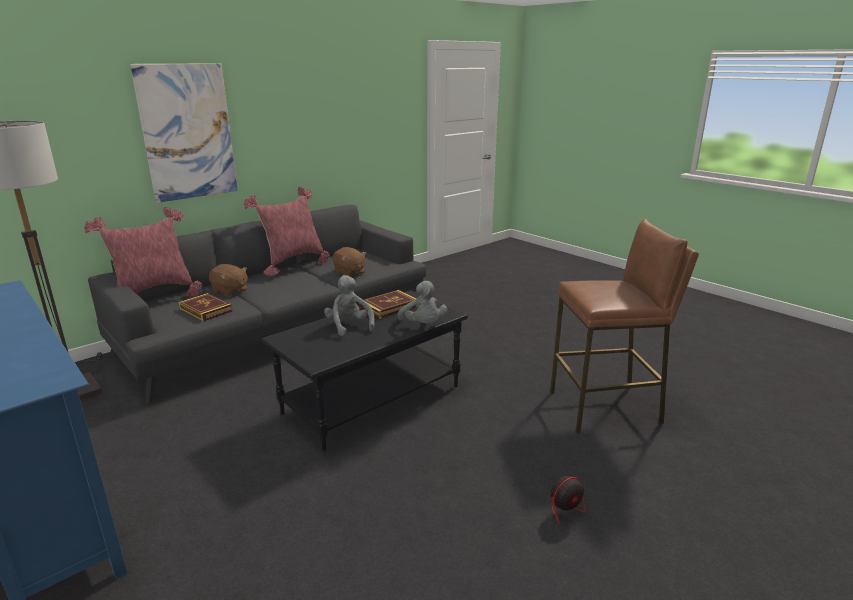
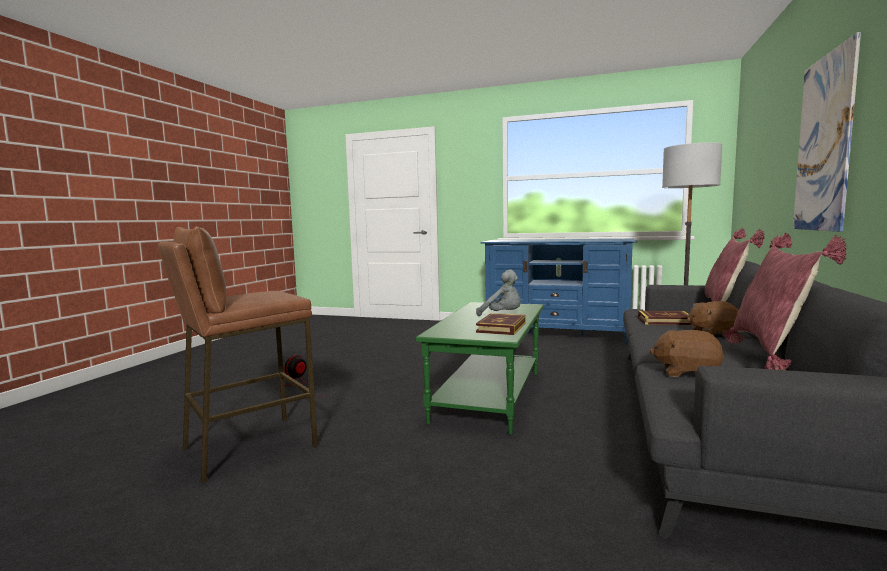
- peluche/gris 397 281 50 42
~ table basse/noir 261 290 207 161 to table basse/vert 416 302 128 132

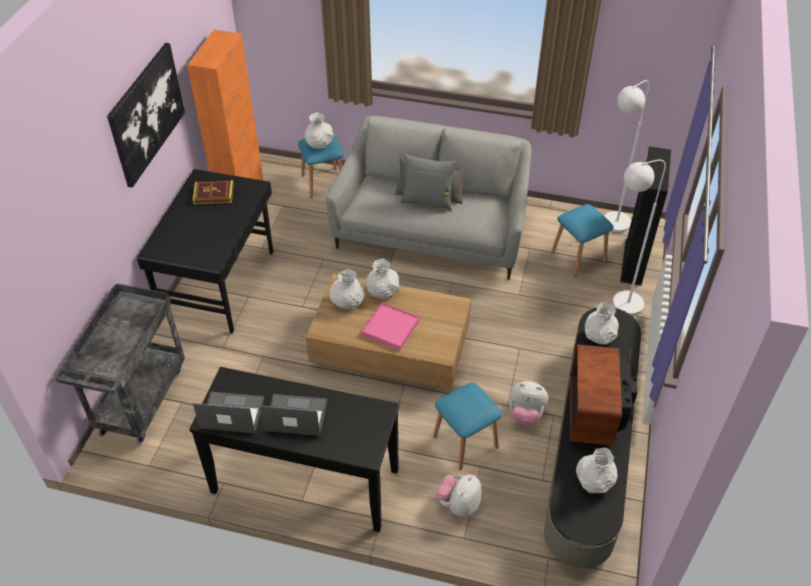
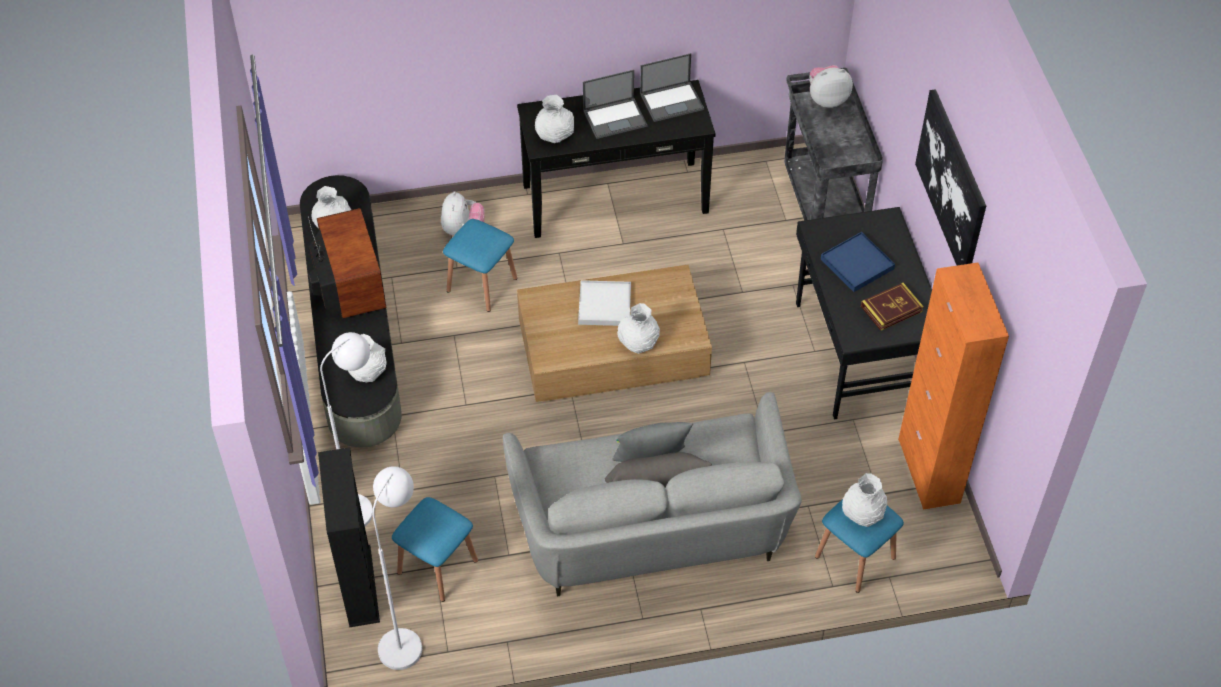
+ plateau/bleu 821 232 74 60
~ vase/blanc 330 269 35 40 to 535 95 39 48
~ peluche 509 381 39 44 to 809 65 44 43
~ plateau/rose 362 303 57 47 to plateau/blanc 578 280 53 46

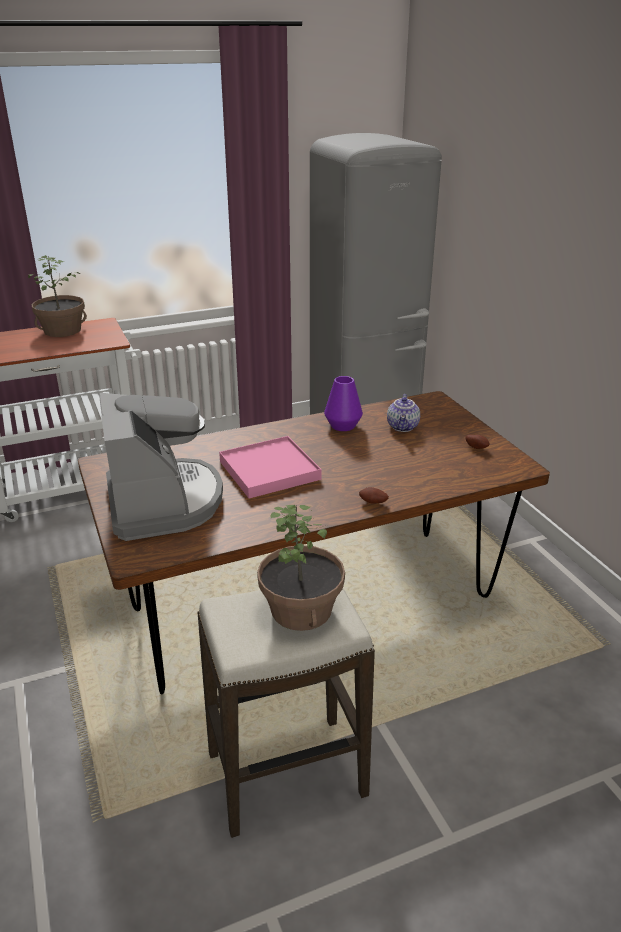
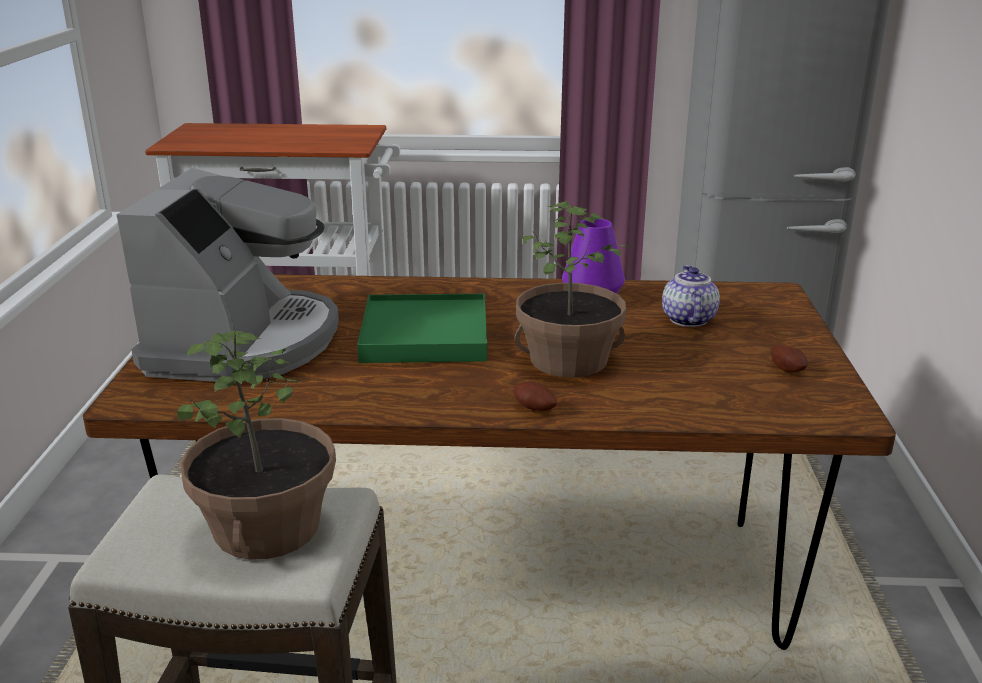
~ plante en pot 28 255 59 82 to 514 201 118 177
~ plateau/rose 219 436 102 63 to plateau/vert 357 294 130 69
~ théière 387 394 33 38 = 662 265 58 62 150 degrees clockwise

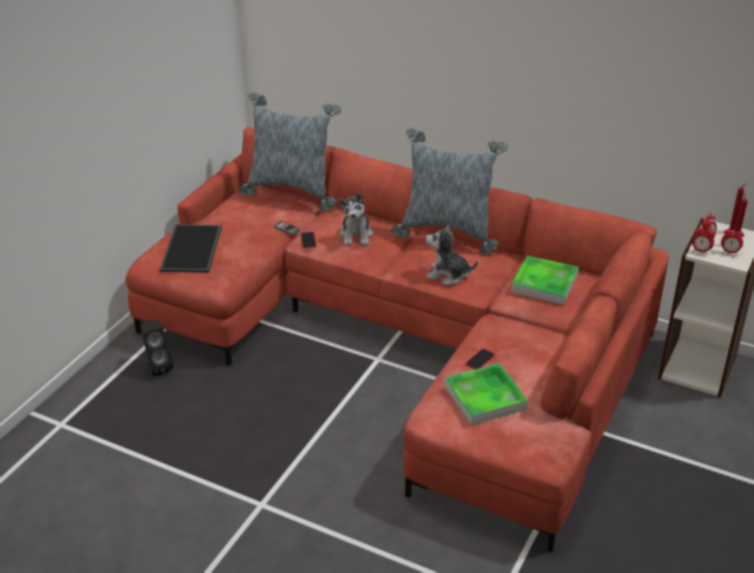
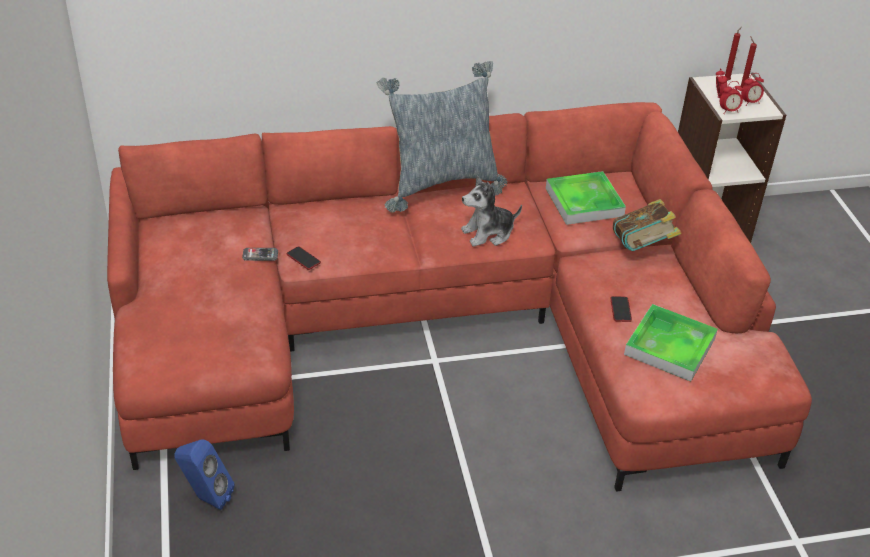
- plateau 160 224 62 49
- coussin 237 92 104 120
- peluche 338 192 35 54
+ livre 613 199 69 52
~ enceinte/noir 140 320 34 56 to enceinte/bleu 174 439 61 71

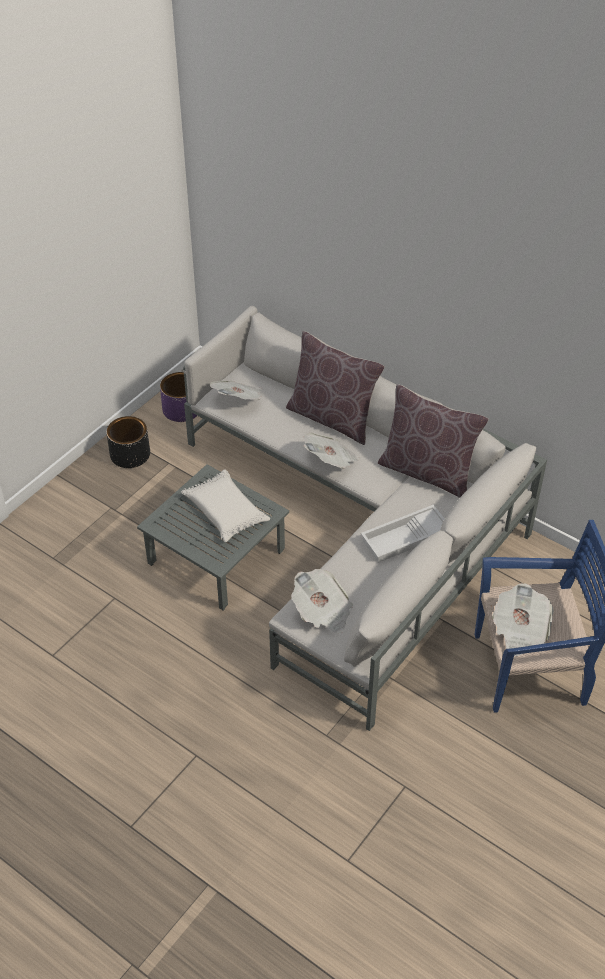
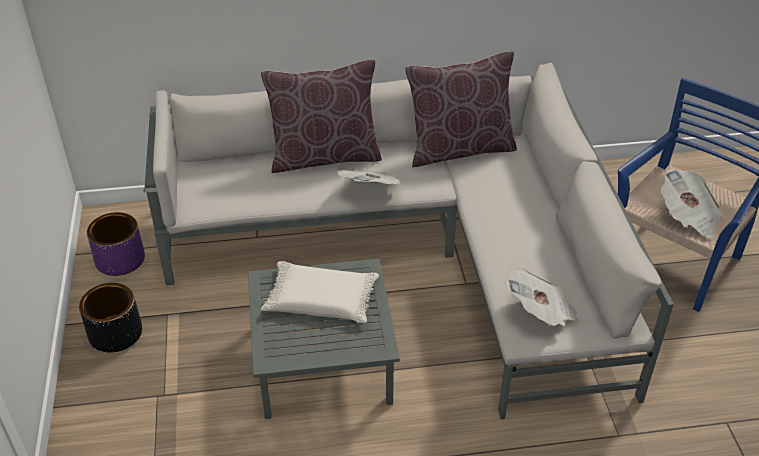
- journal 210 381 52 19
- plateau/blanc 361 505 83 58

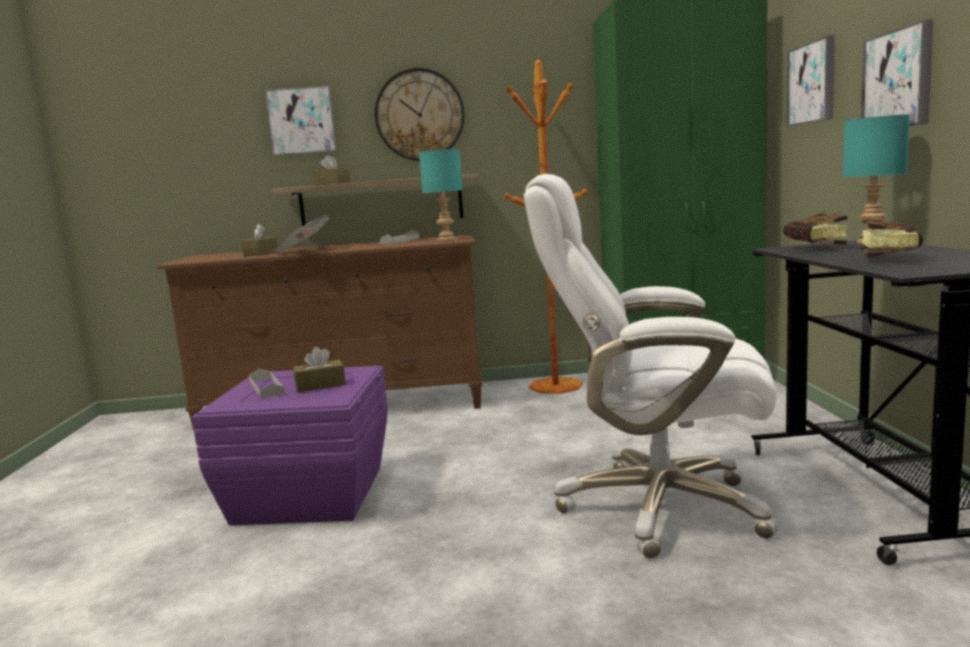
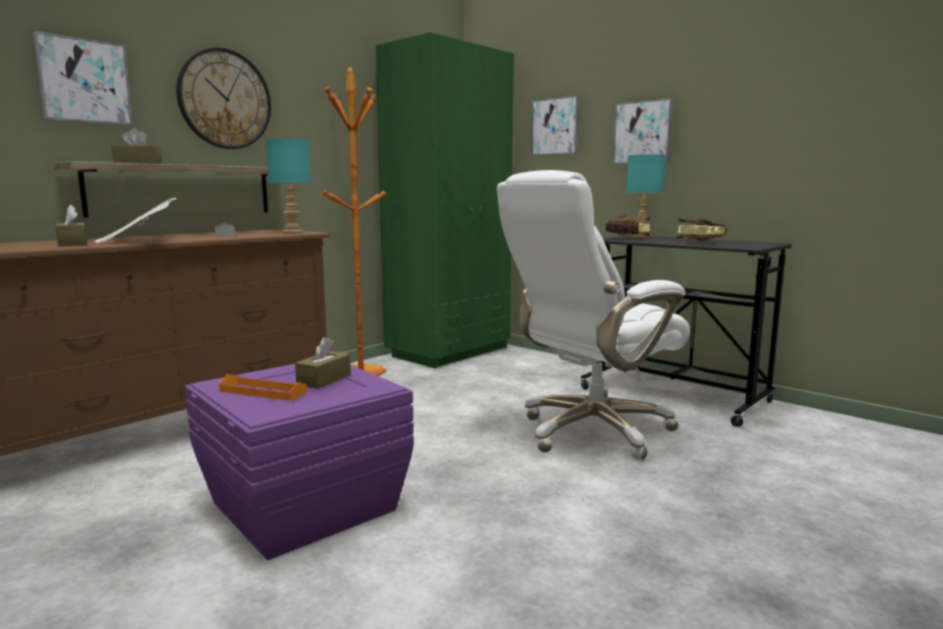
~ plateau/gris 249 368 36 31 to plateau/orange 219 374 88 27

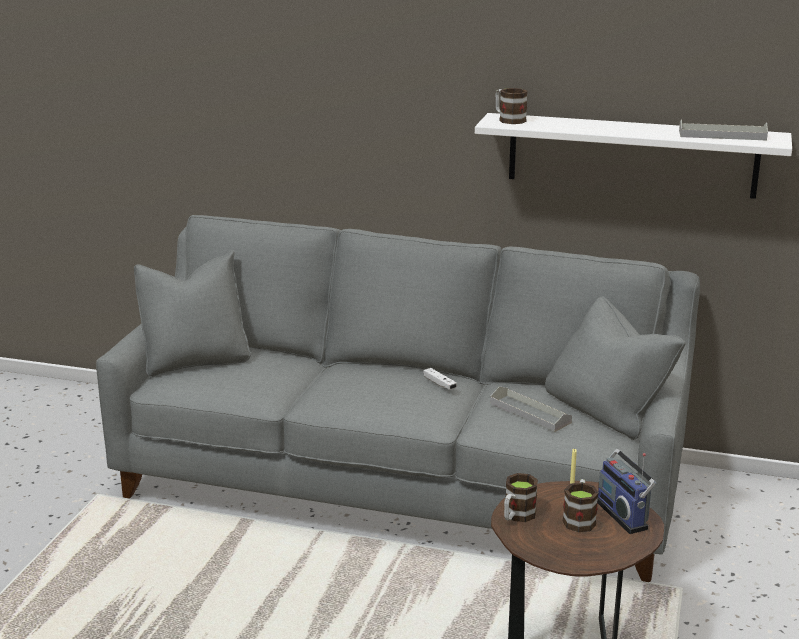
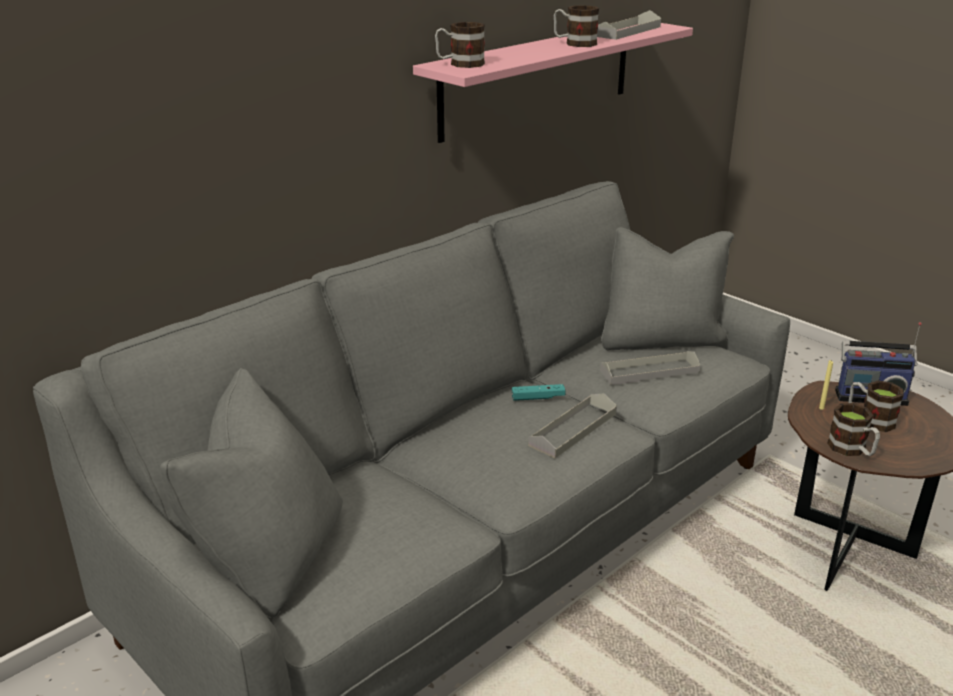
+ plateau/gris 528 394 89 64
+ mug 554 5 45 42
~ manette/blanc 423 368 34 22 to manette/turquoise 512 384 53 17
~ étagère/blanc 475 113 317 86 to étagère/rose 413 23 280 120

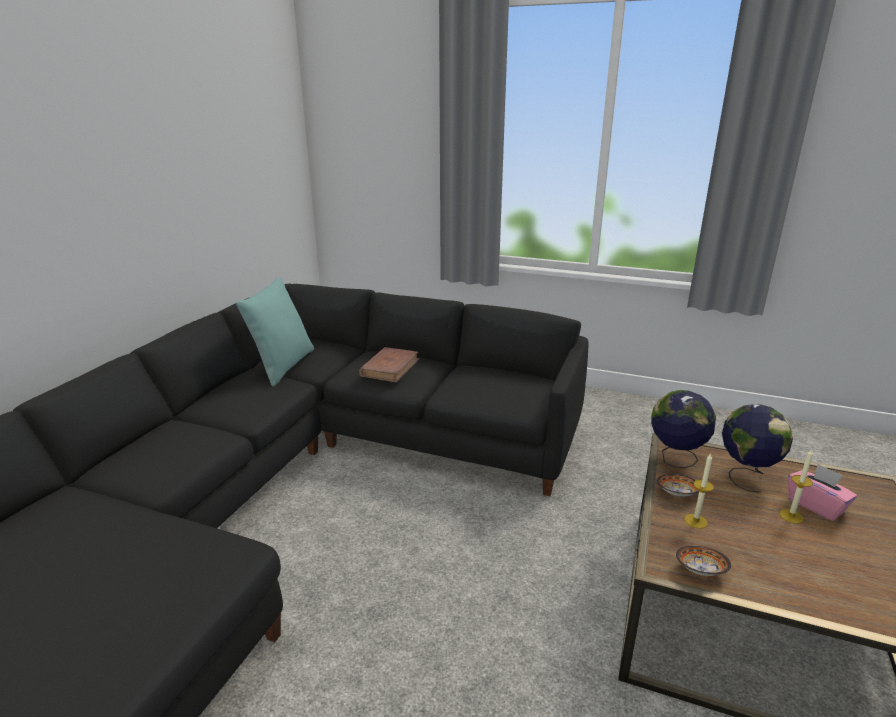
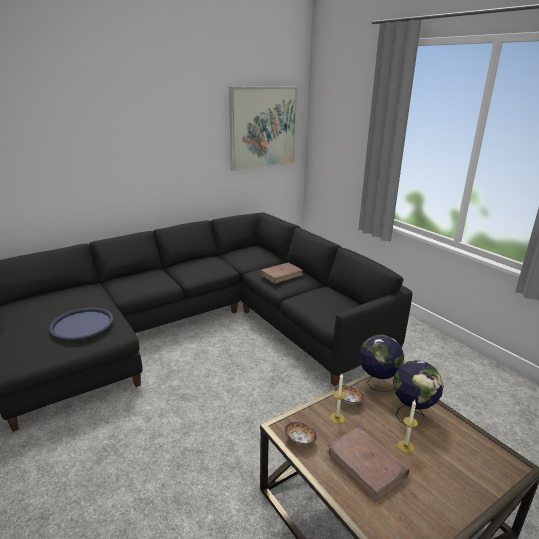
- coussin/turquoise 236 276 78 111
- boîte à mouchoirs/rose 788 464 69 57
+ plateau/bleu 49 308 64 32
+ tableau 229 86 69 85
+ livre/marron 326 427 83 74

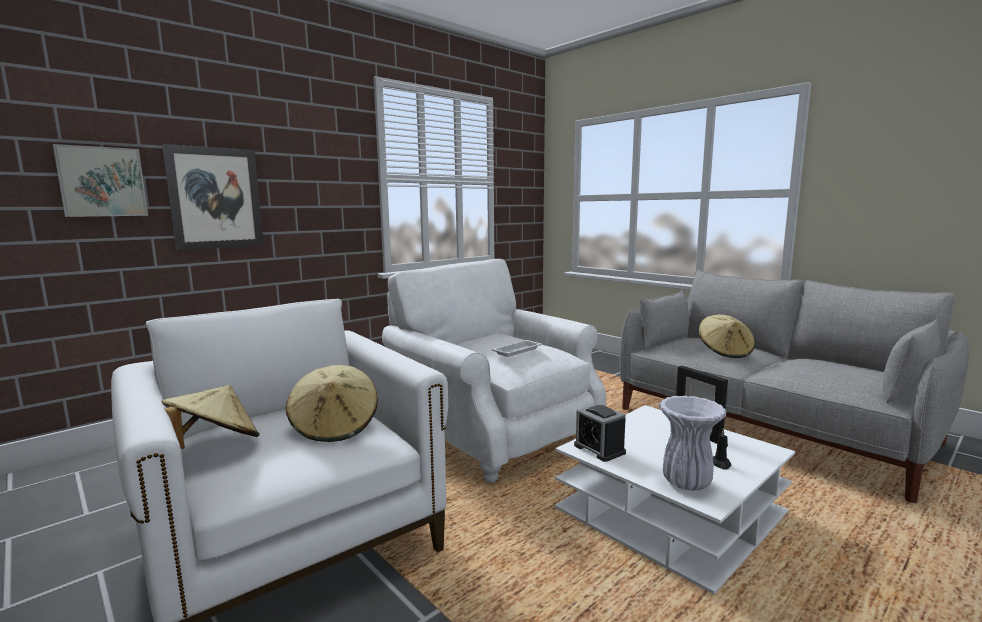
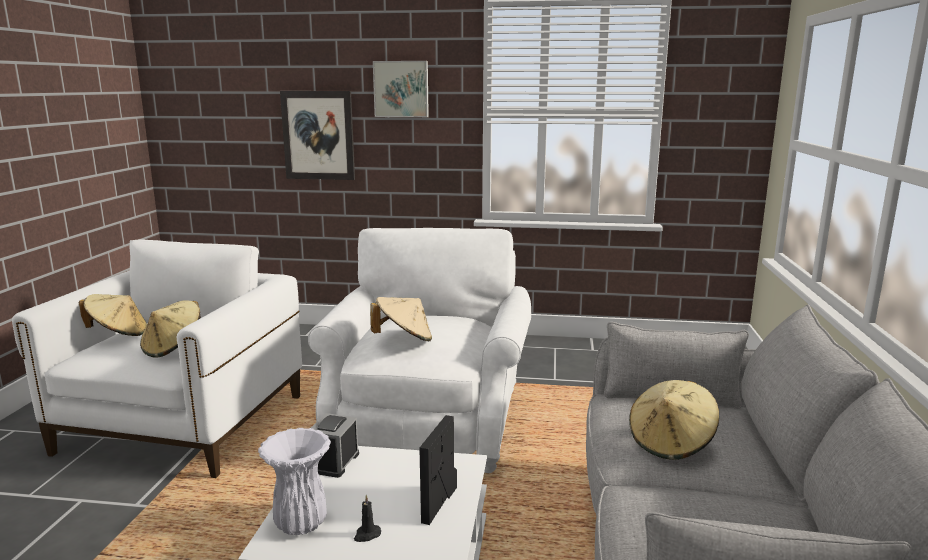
~ tableau 53 144 95 73 to 373 61 56 56
~ plateau/blanc 491 340 51 17 to chapeau/beige 370 297 62 44

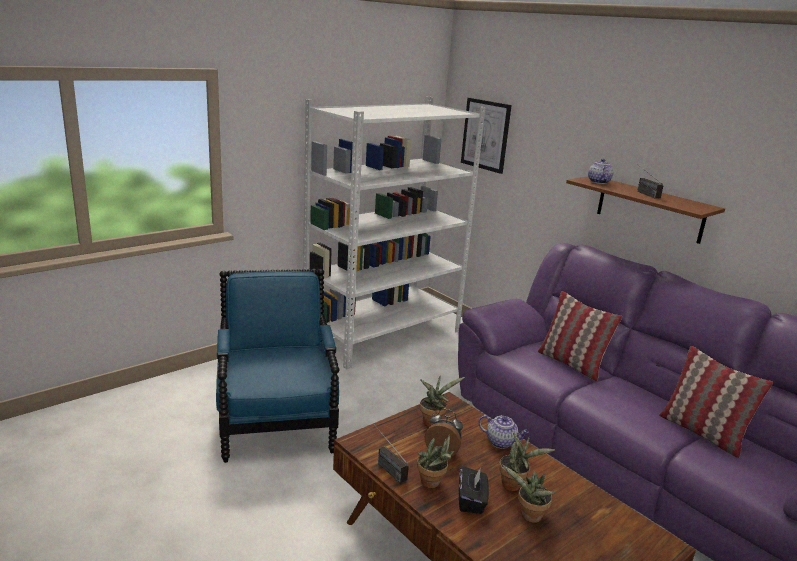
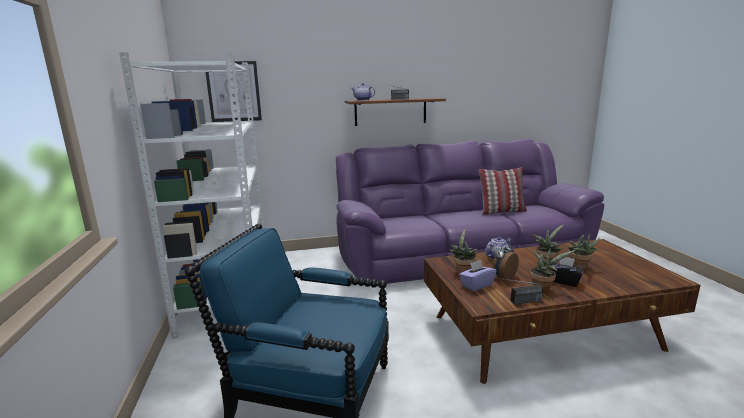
- coussin 538 291 84 90
+ boîte à mouchoirs/violet 459 260 38 31

